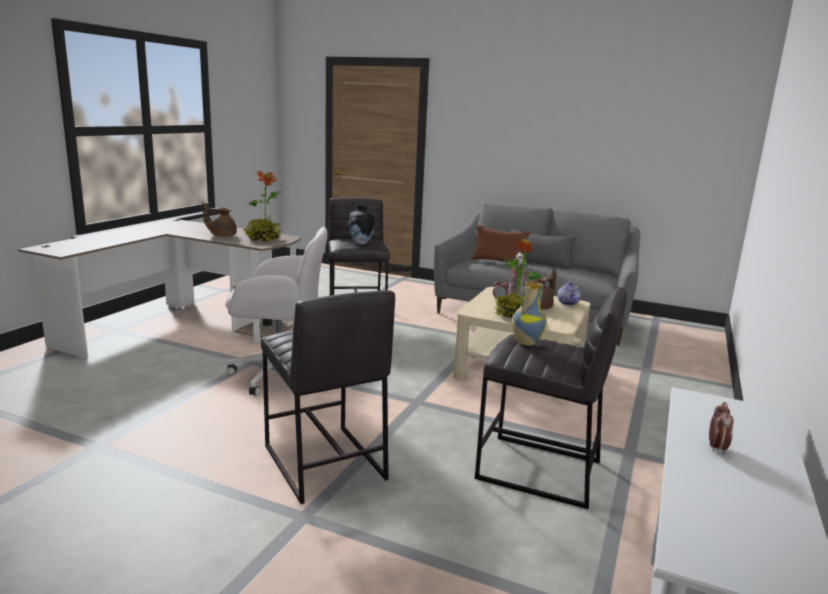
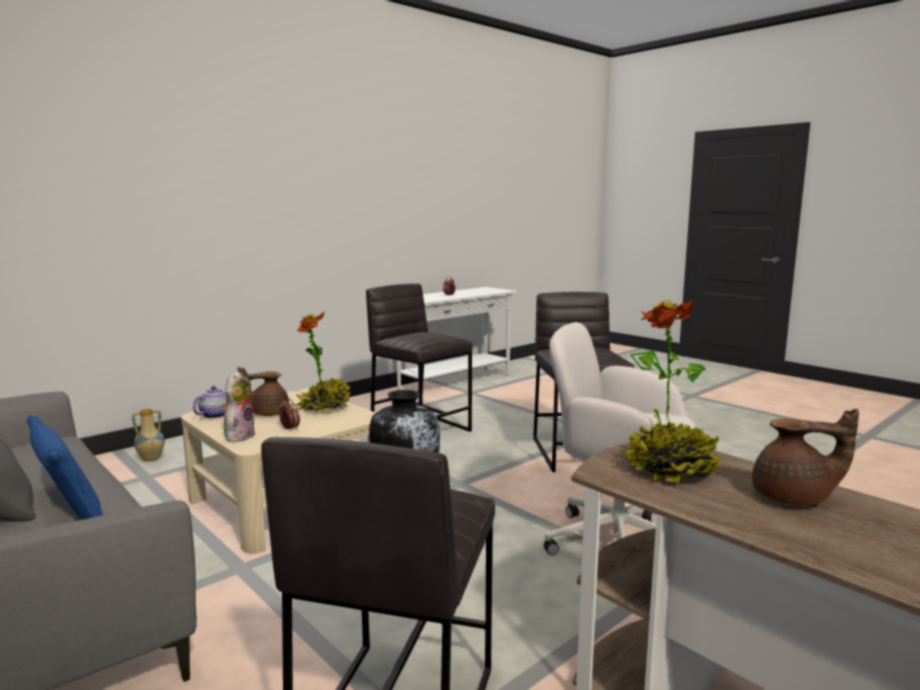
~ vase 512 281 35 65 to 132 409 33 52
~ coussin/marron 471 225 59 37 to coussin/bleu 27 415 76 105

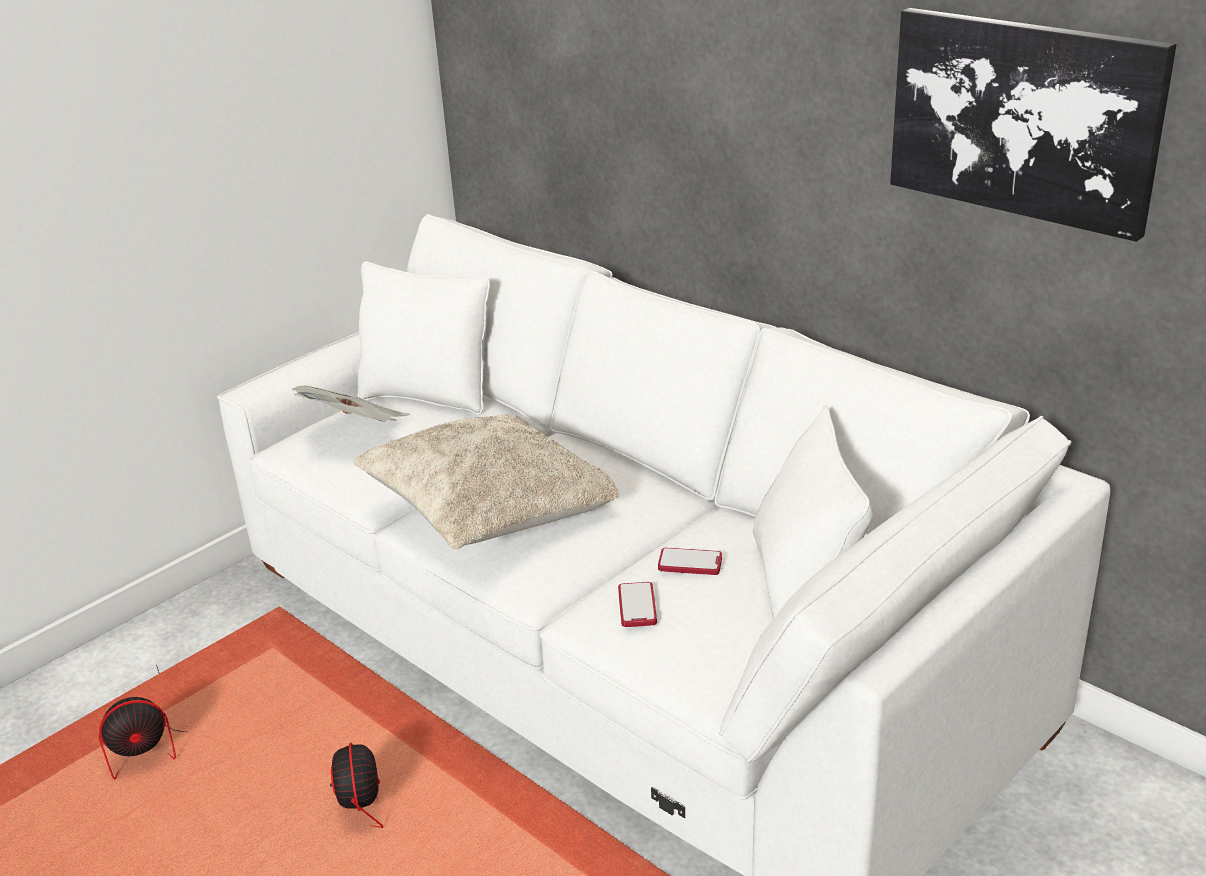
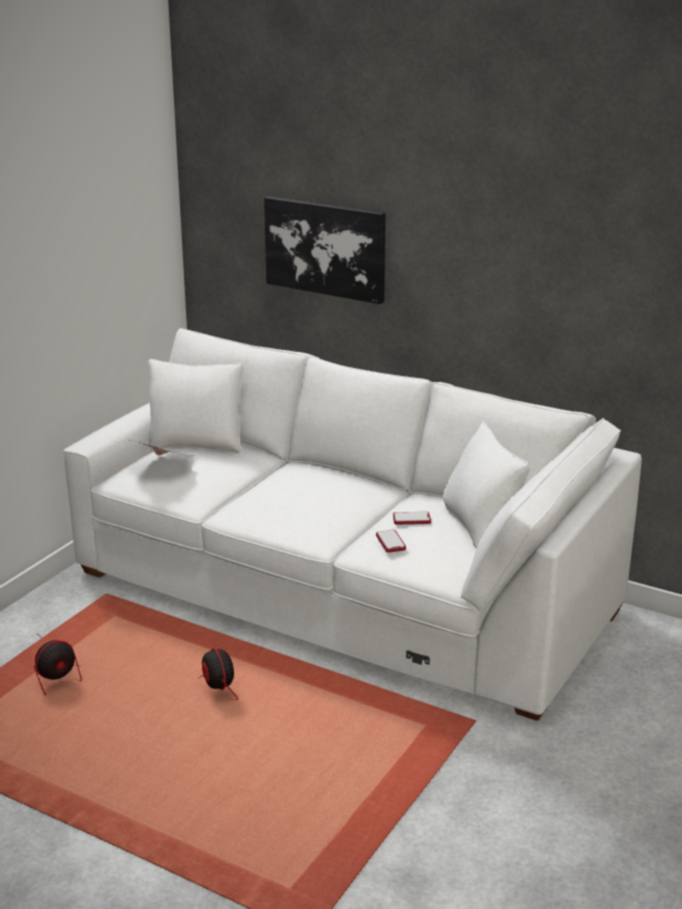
- coussin/beige 353 414 267 136
~ tableau 890 8 286 234 to 264 196 122 108

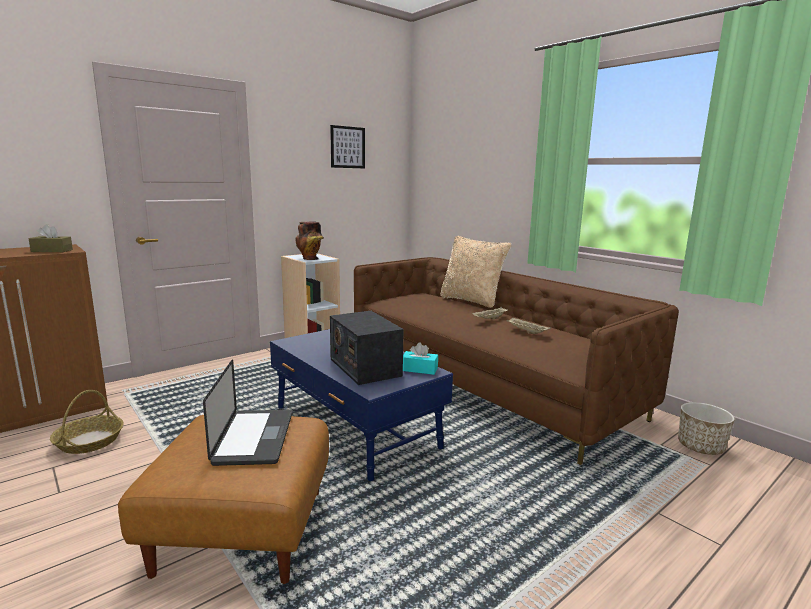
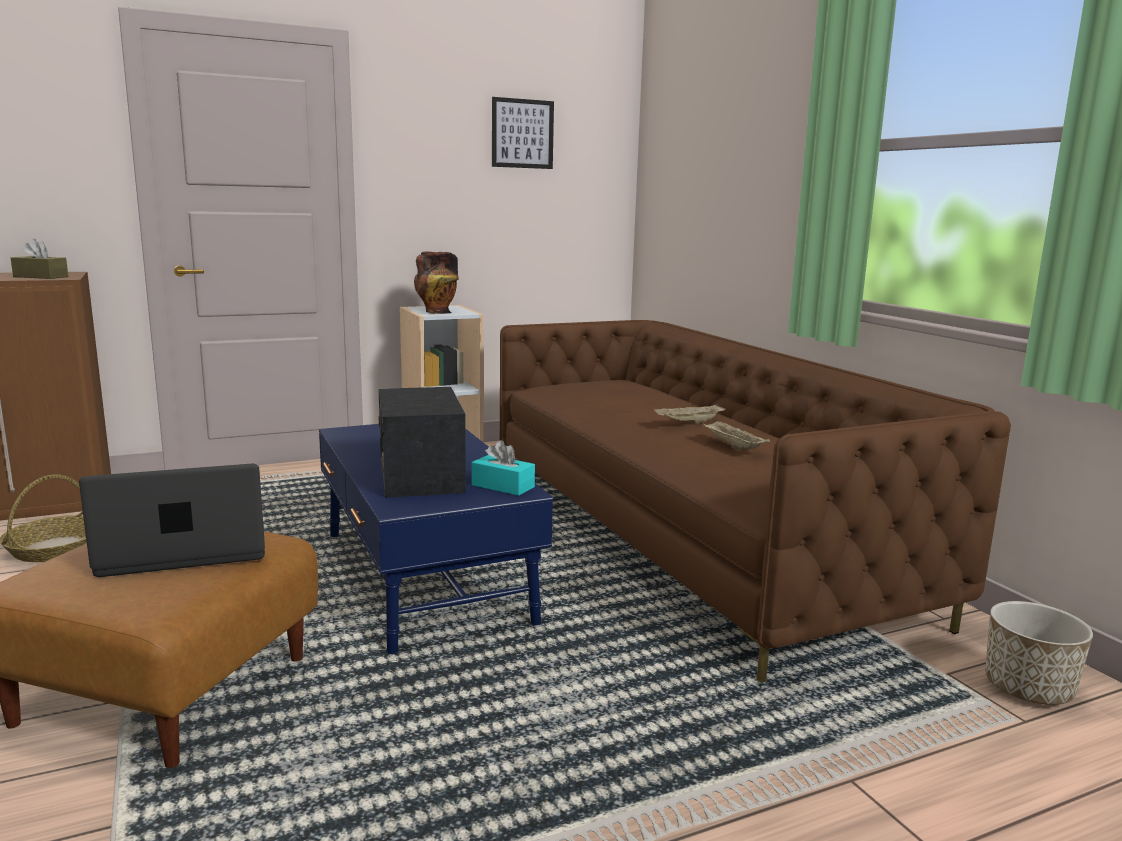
- coussin/beige 441 235 71 73
~ ordinateur portable 203 359 89 107 = 79 464 186 113 120 degrees counterclockwise

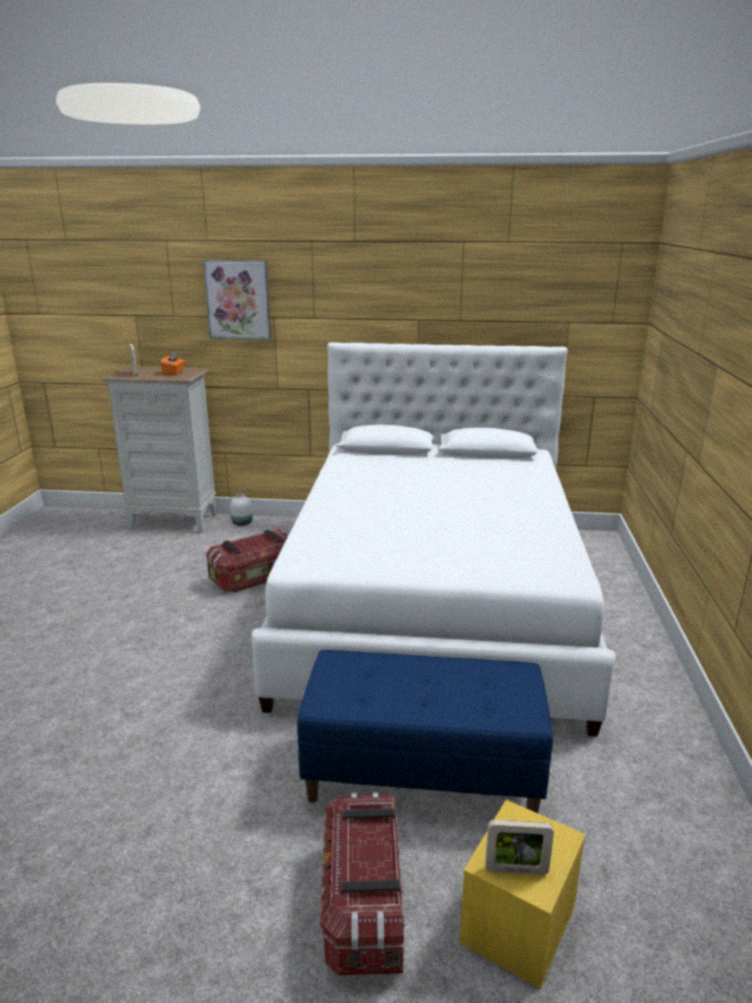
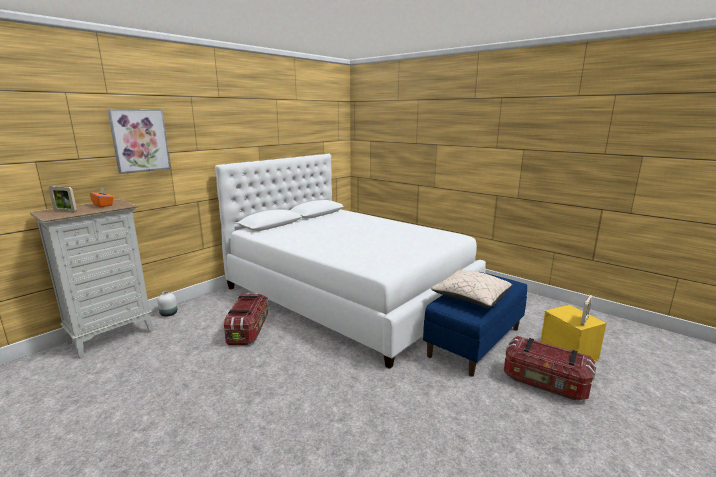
+ coussin/beige 431 270 82 38

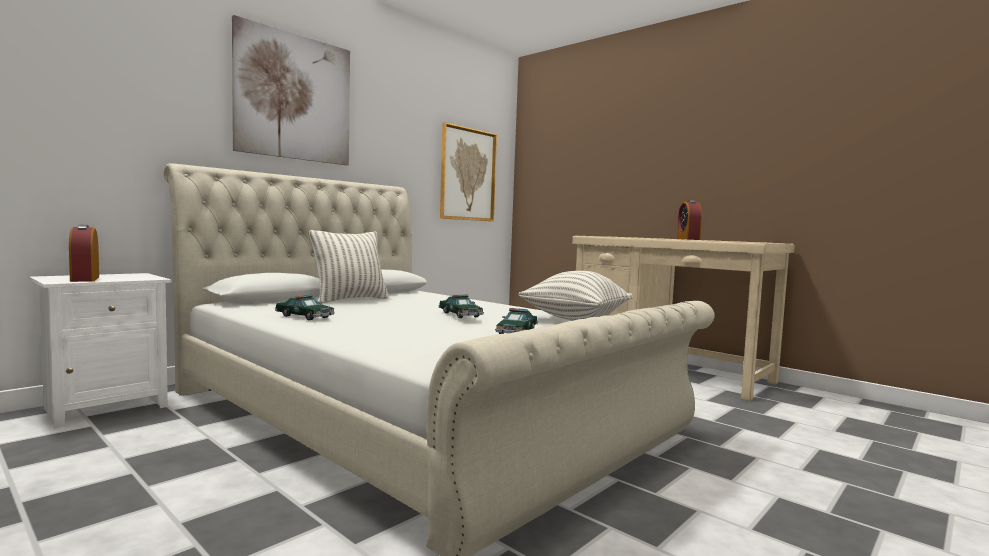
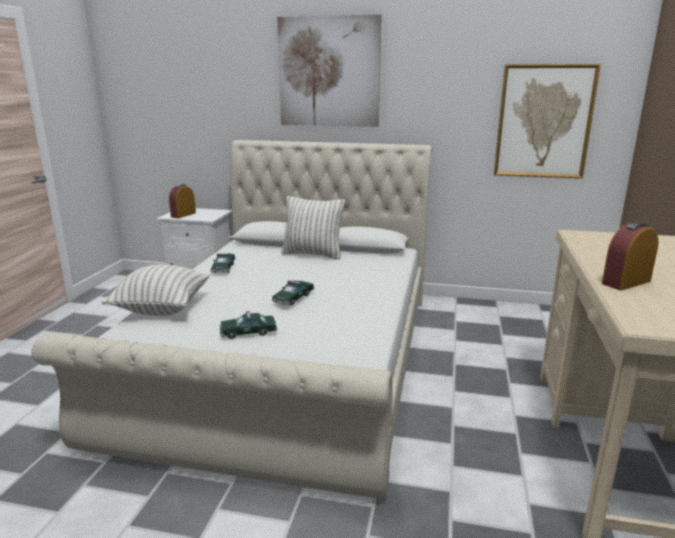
~ coussin 518 271 115 50 to 102 264 108 52

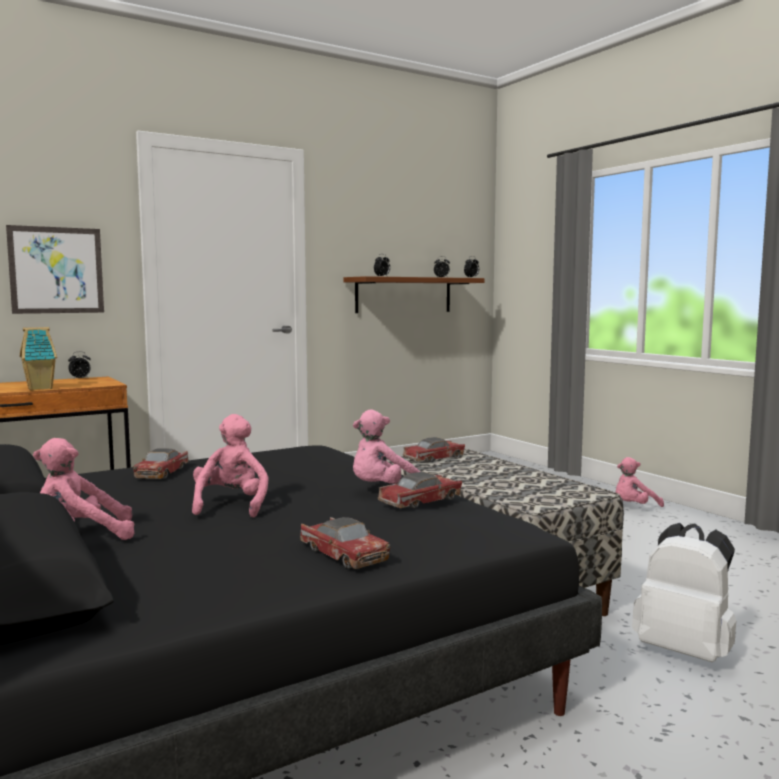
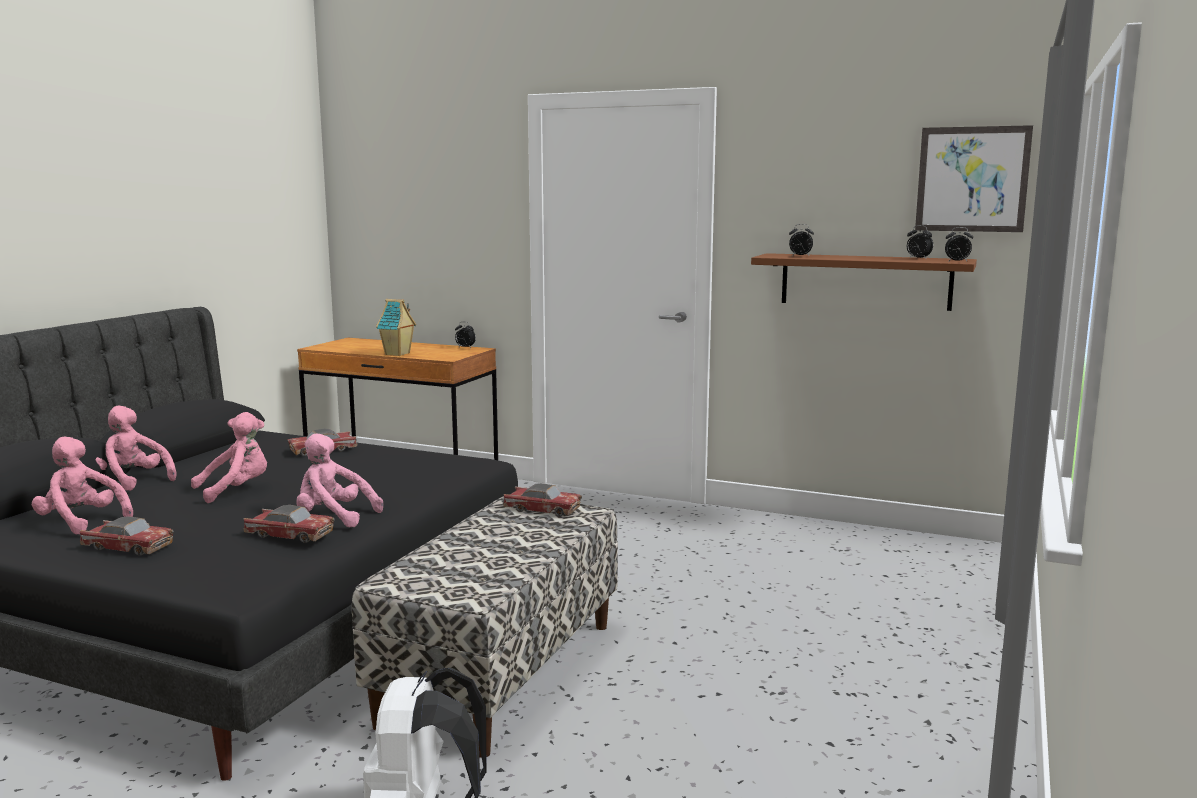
~ tableau 6 225 98 89 to 915 125 118 107
~ peluche/rose 616 457 48 50 to 32 436 101 98
~ petite voiture 300 517 91 52 = 80 516 94 40 90 degrees counterclockwise

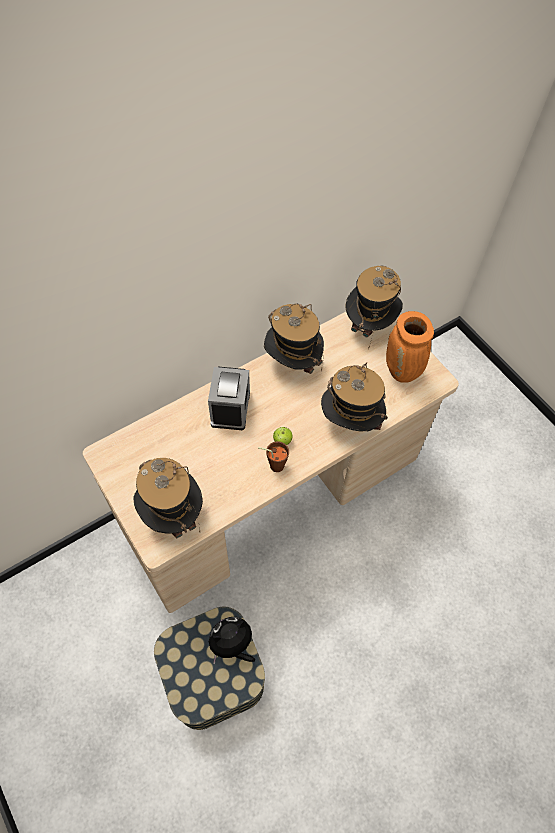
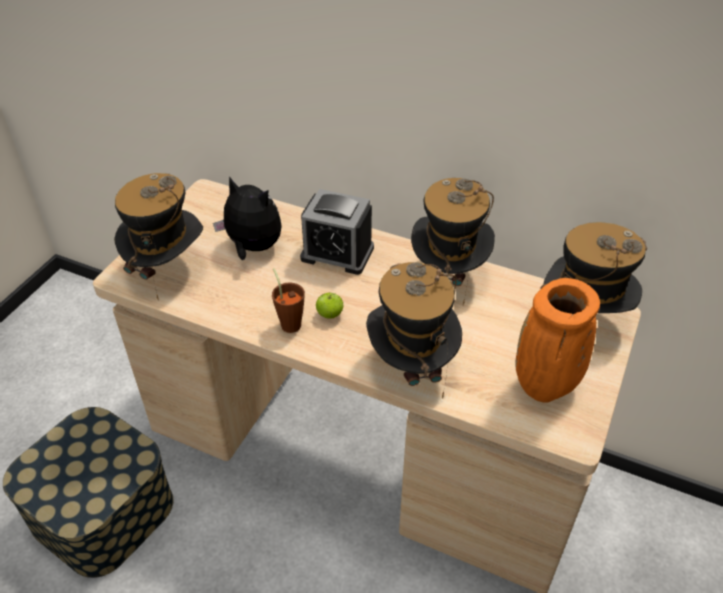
~ peluche 209 617 46 47 to 213 176 69 84
~ réveil 208 367 42 63 = 300 189 74 86 45 degrees clockwise

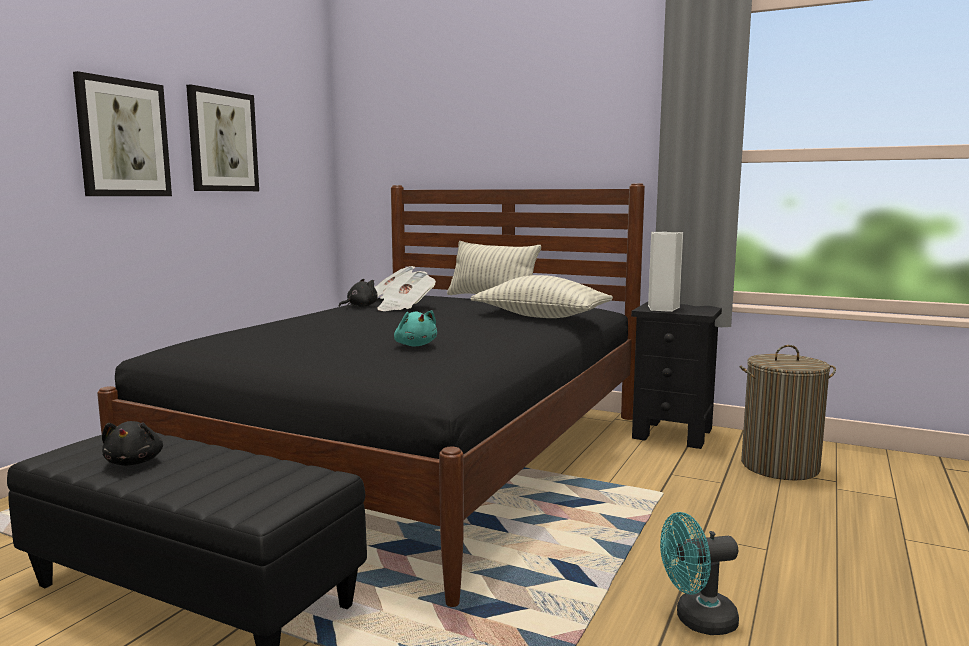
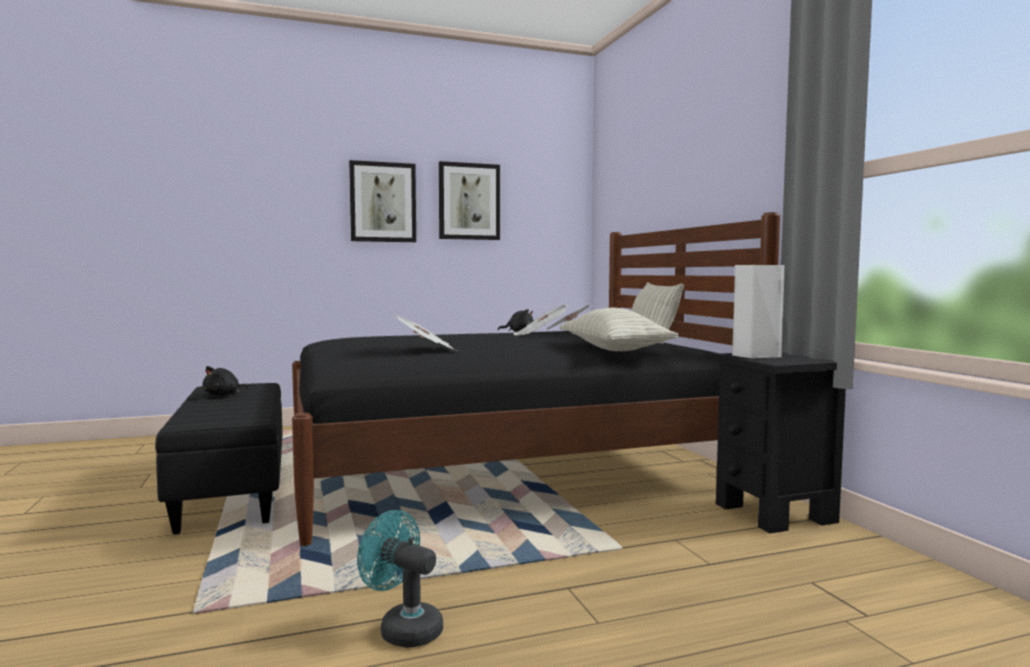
- panier à linge 740 345 96 135
~ peluche/turquoise 394 310 43 36 to journal 391 313 67 38

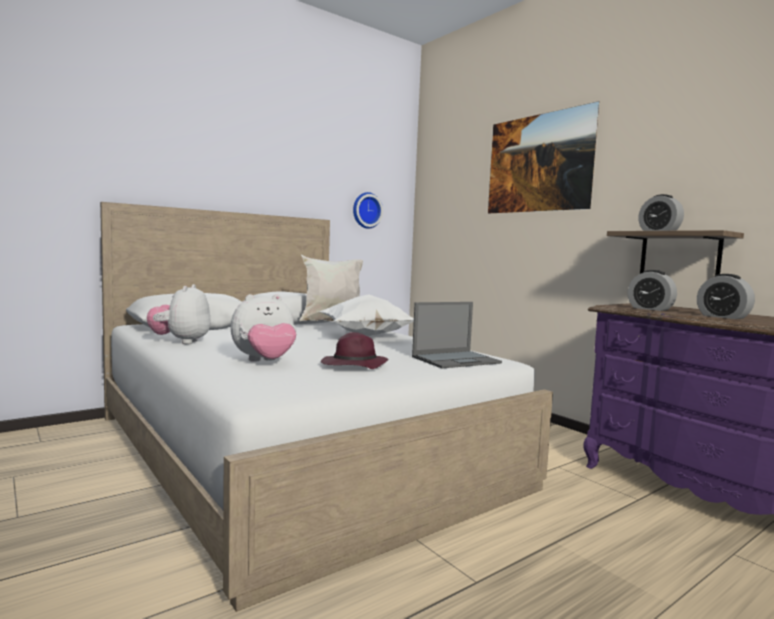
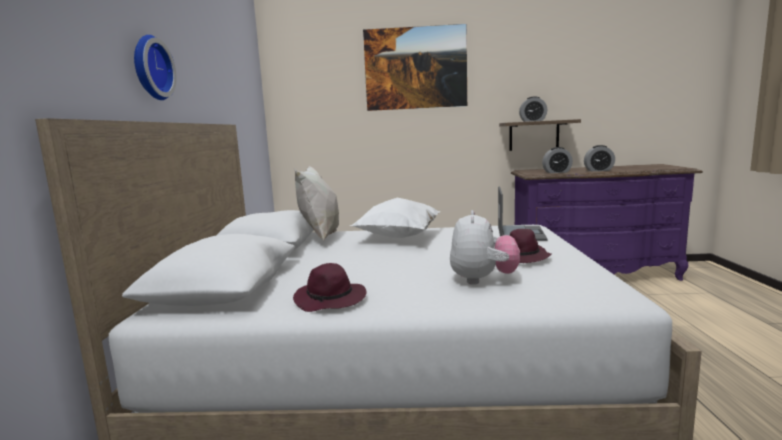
~ horloge murale 353 192 30 37 to 134 35 43 65
~ peluche 147 284 64 60 to chapeau/violet 293 263 73 49

